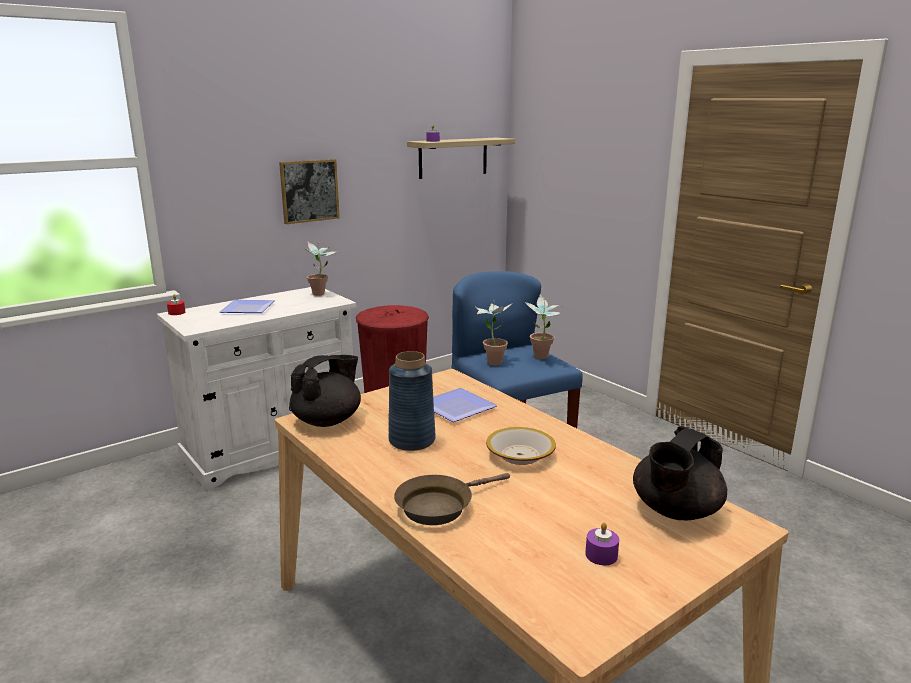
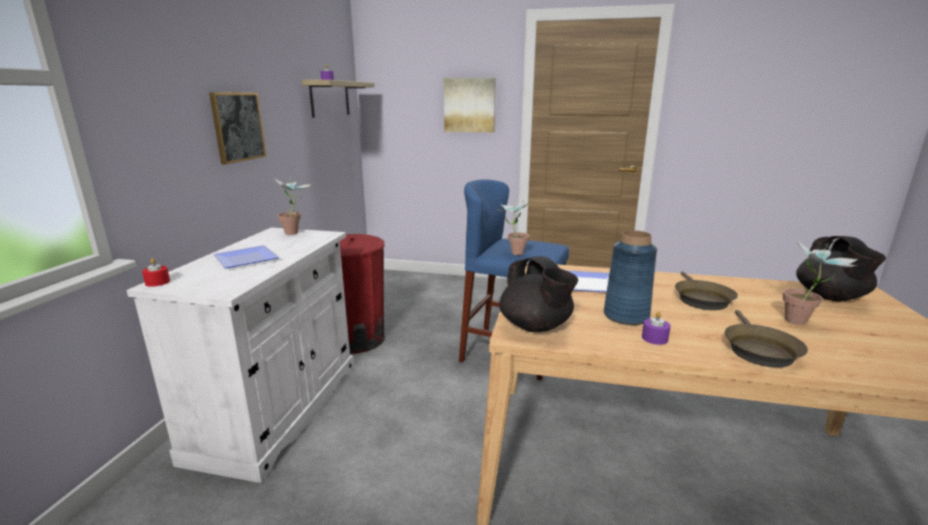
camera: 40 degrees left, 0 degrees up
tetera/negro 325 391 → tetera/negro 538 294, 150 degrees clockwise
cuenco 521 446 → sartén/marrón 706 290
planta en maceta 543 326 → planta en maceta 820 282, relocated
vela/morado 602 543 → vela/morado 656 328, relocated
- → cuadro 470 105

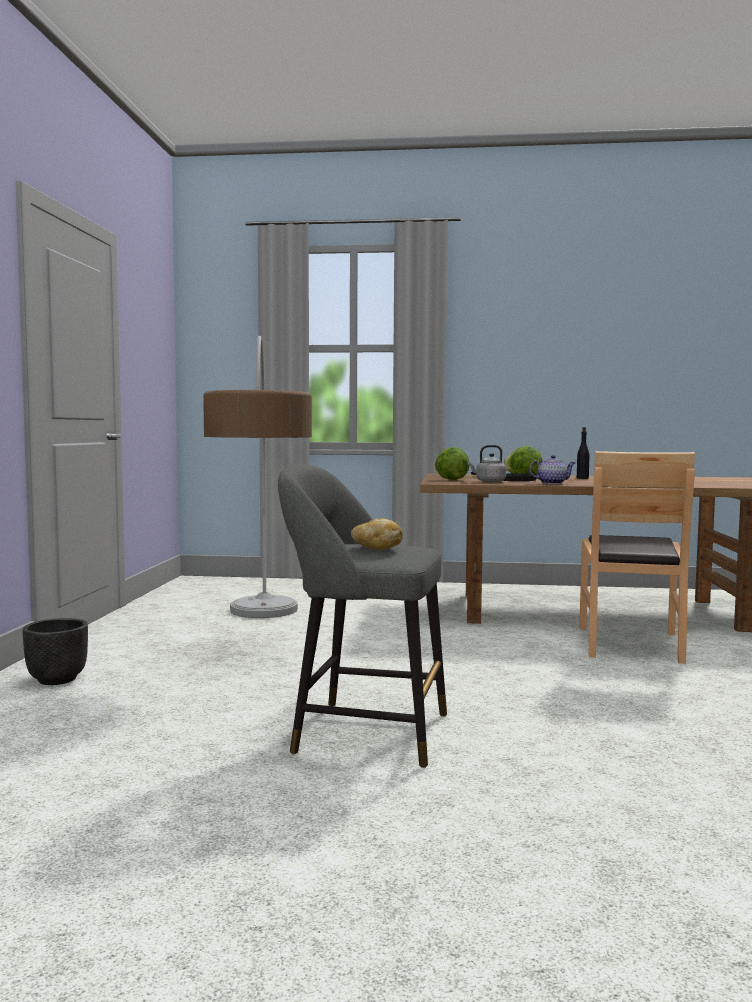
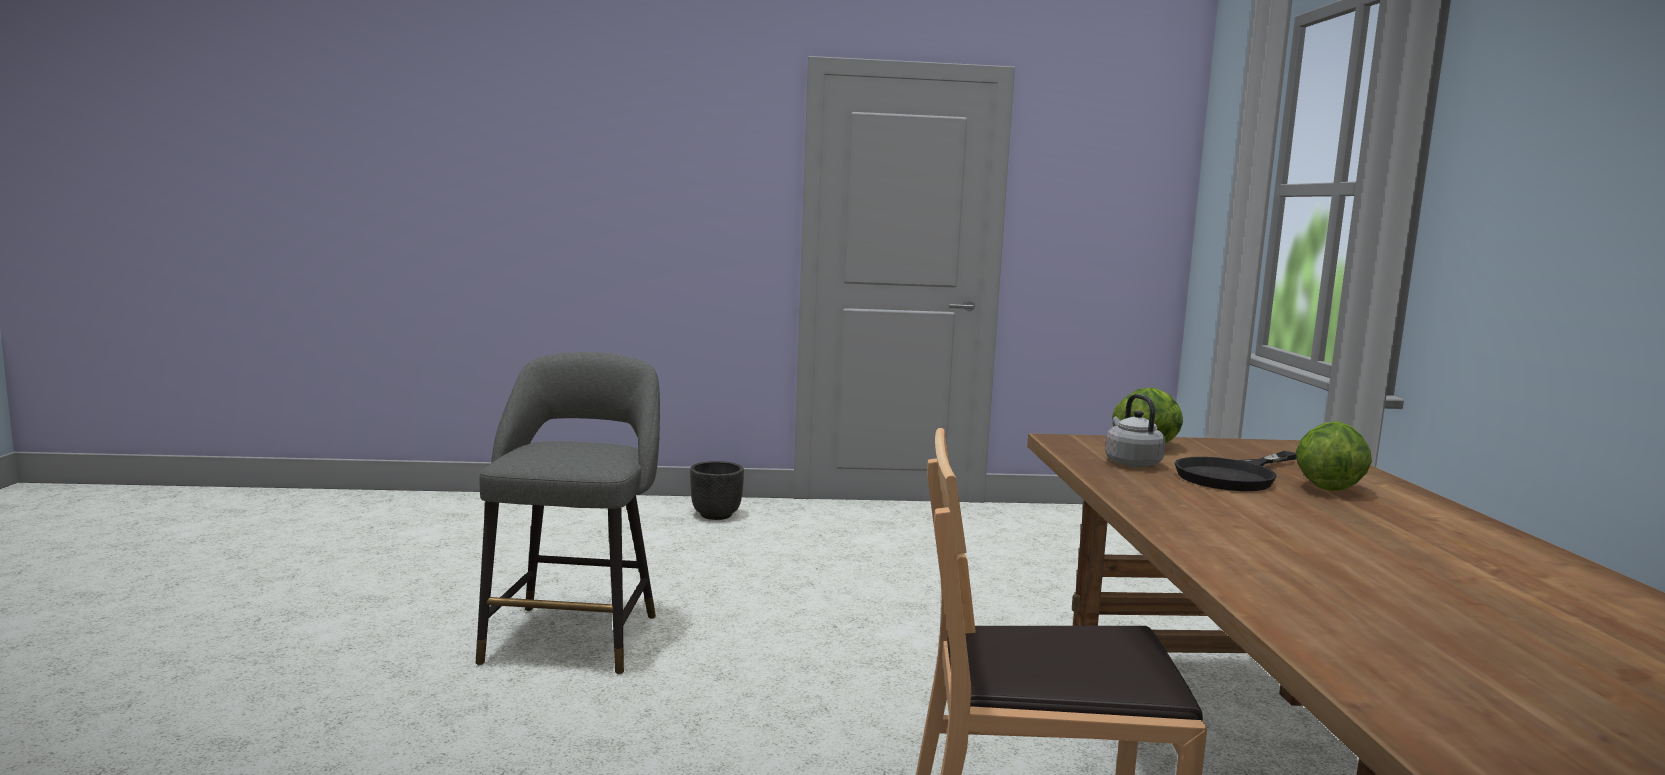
camera: 80 degrees right, 5 degrees up
lámpara de pie 257 476 → -
pan 377 534 → -
tetera 552 469 → -
botella/negro 583 453 → -

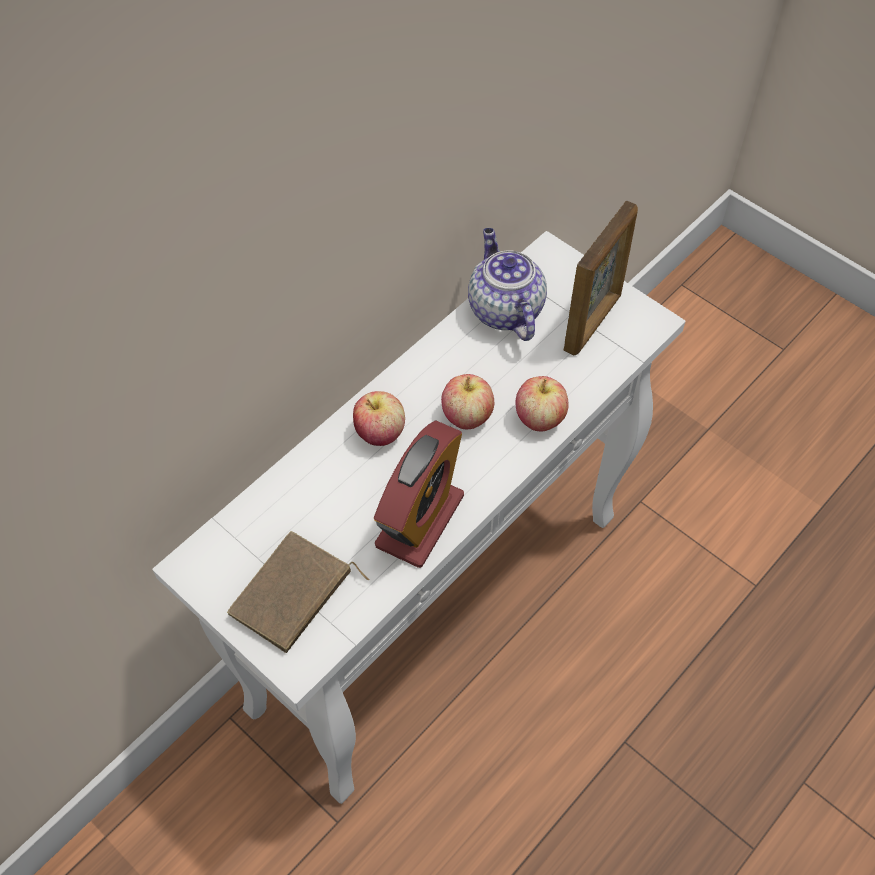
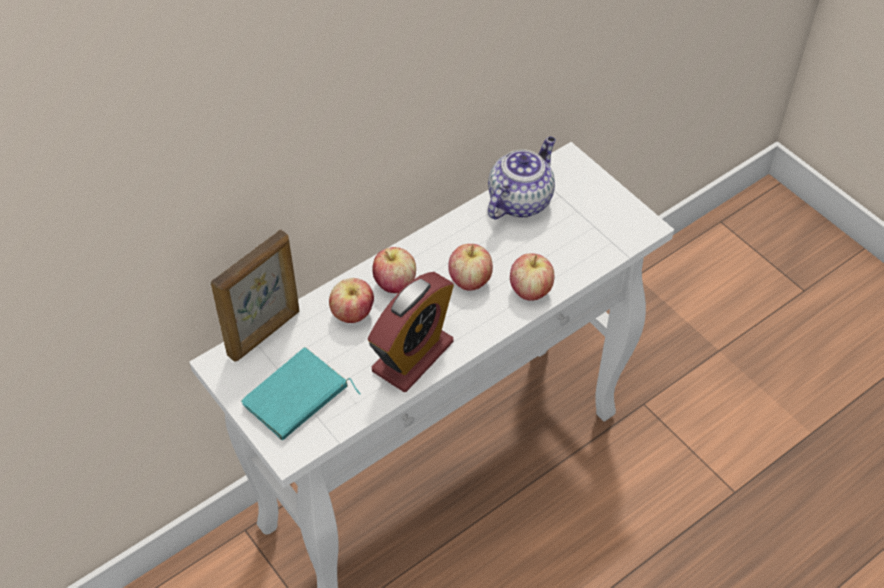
camera: 10 degrees right, 5 degrees down
libro/marrón 298 592 → libro/turquesa 301 394
tetera 507 284 → tetera 522 177, 45 degrees clockwise
portarretratos 601 278 → portarretratos 255 296, relocated
- → manzana 351 300

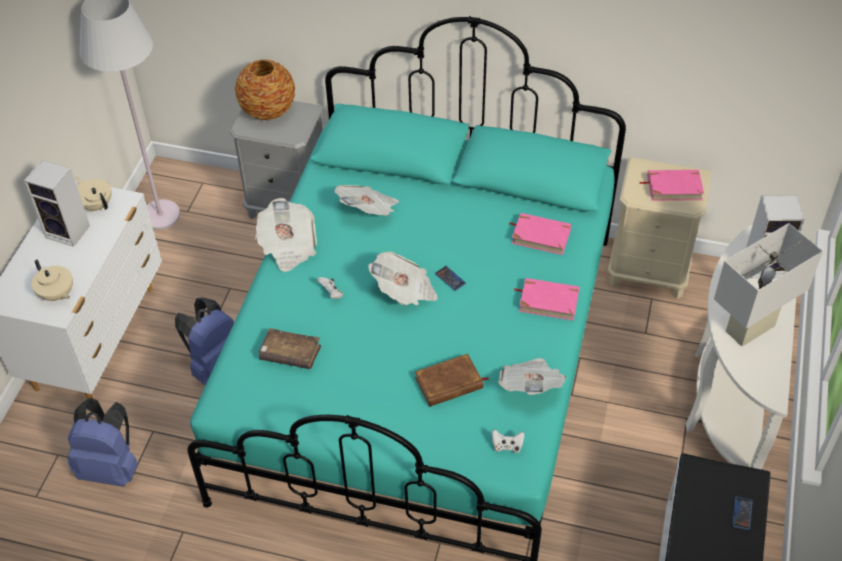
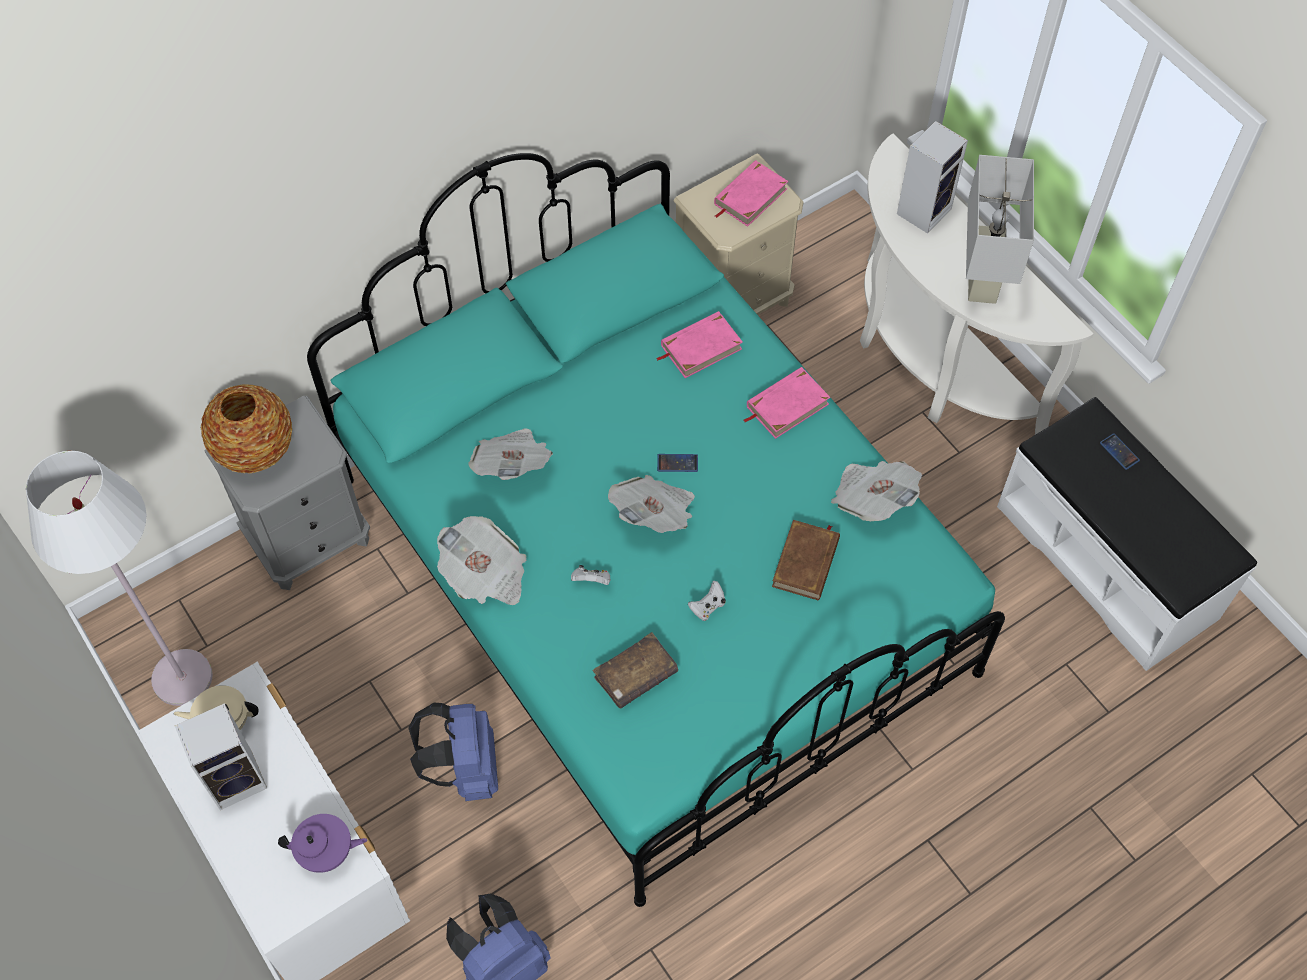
camera: 50 degrees left, 10 degrees up
tetera/beis 52 280 → tetera/morado 323 843
mando de consola/blanco 508 441 → mando de consola/blanco 707 601, relocated

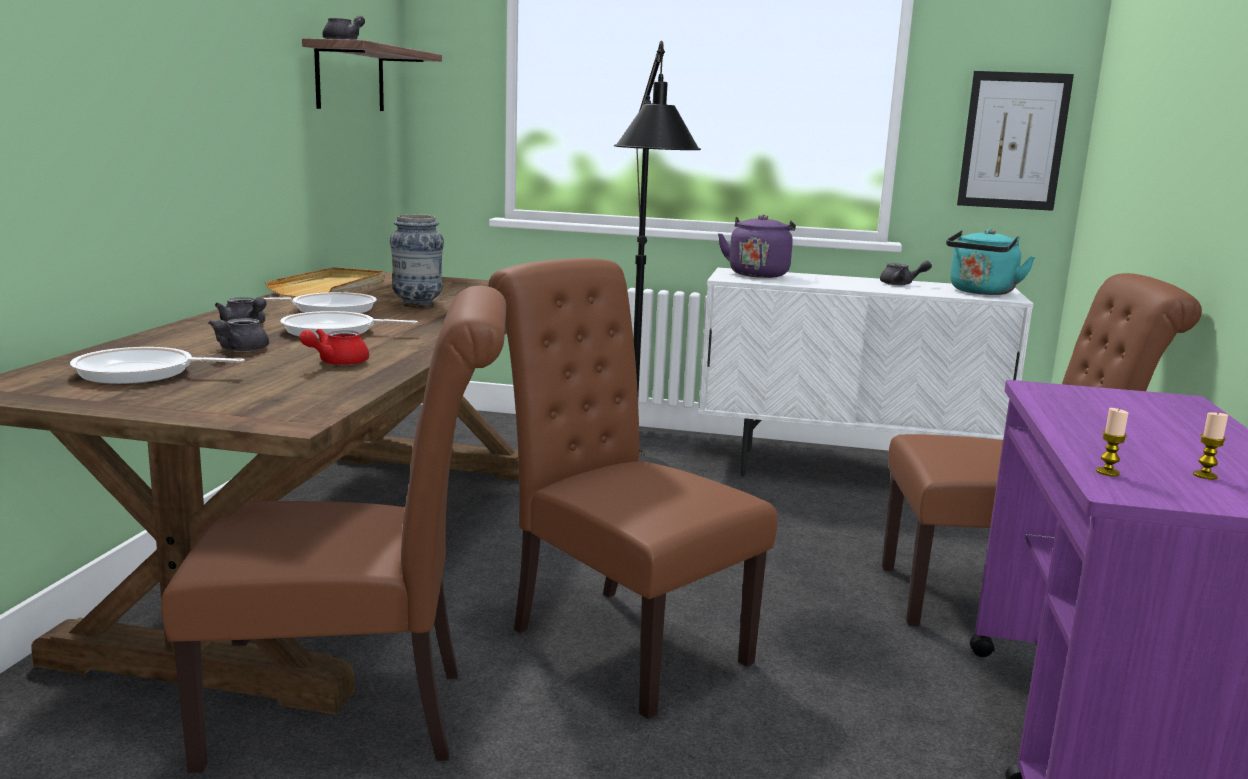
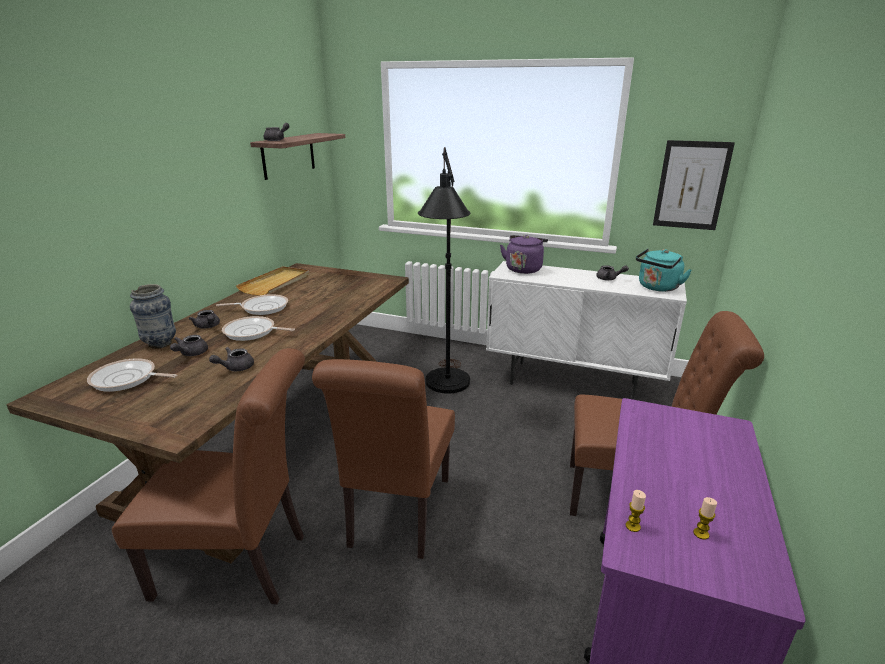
camera: 10 degrees right, 10 degrees up
tetera/rojo 334 347 → tetera/gris 231 359
florero 417 261 → florero 153 316, relocated
silla/marrón 633 488 → silla/marrón 383 459, 135 degrees counterclockwise

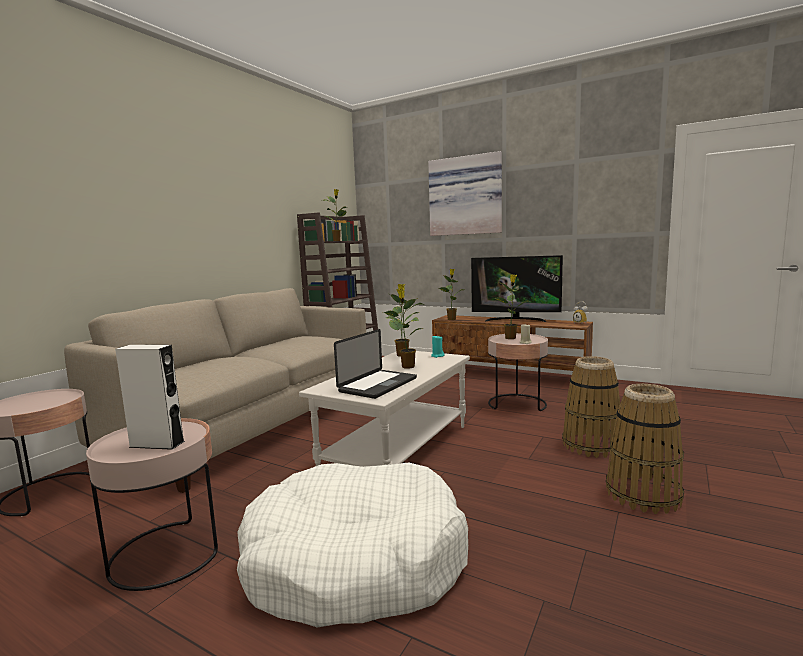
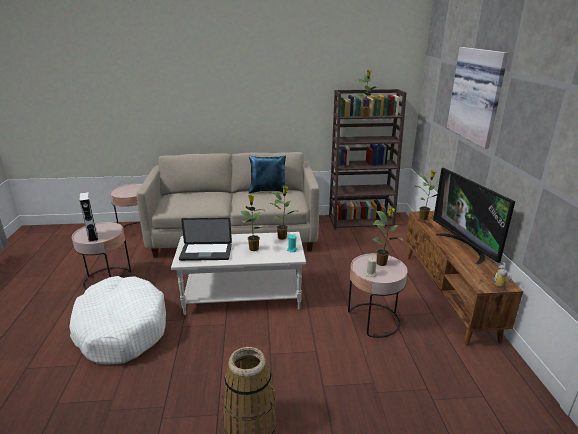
camera: 55 degrees right, 15 degrees up
cesta 591 407 → -
- → cojín/azul 268 174

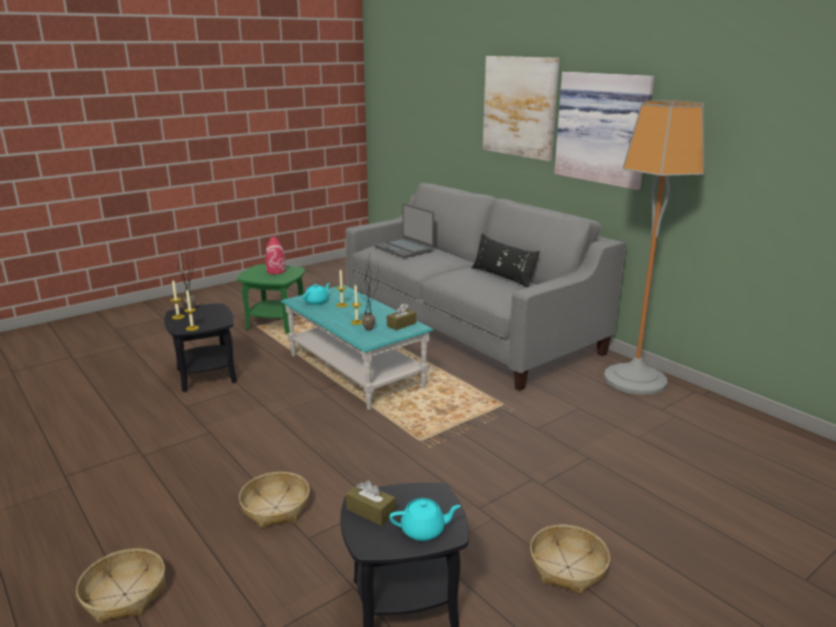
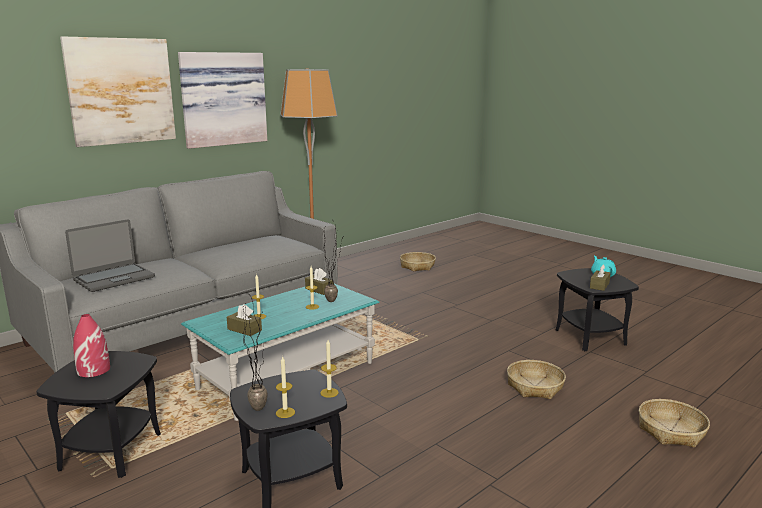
camera: 95 degrees left, 5 degrees down
mesa auxiliar/verde 271 299 → mesa auxiliar/negro 98 414
tetera/turquesa 316 294 → caja de pañuelos/marrón 244 320
cojín/negro 506 260 → -
cesta 570 559 → cesta 418 262, relocated

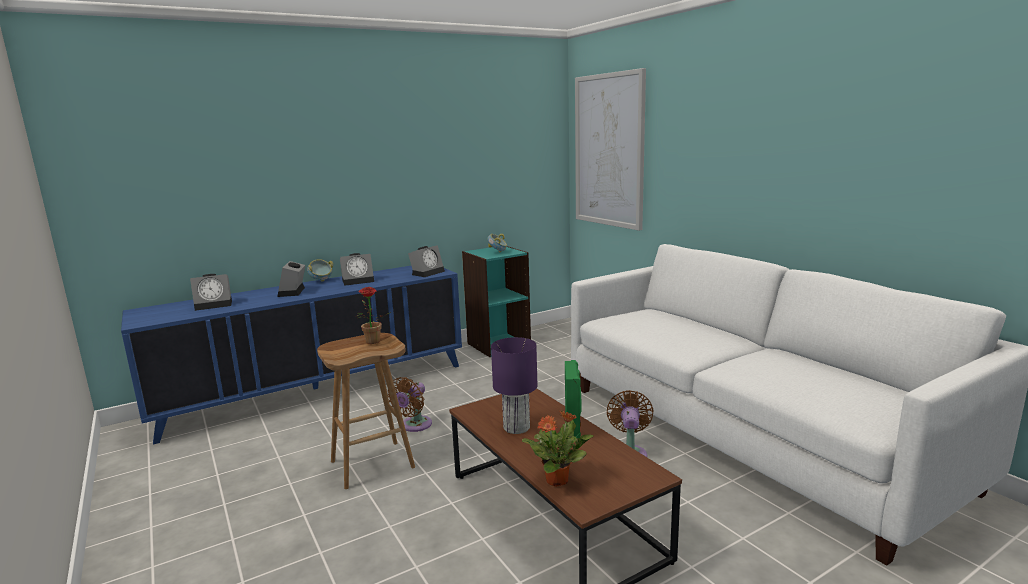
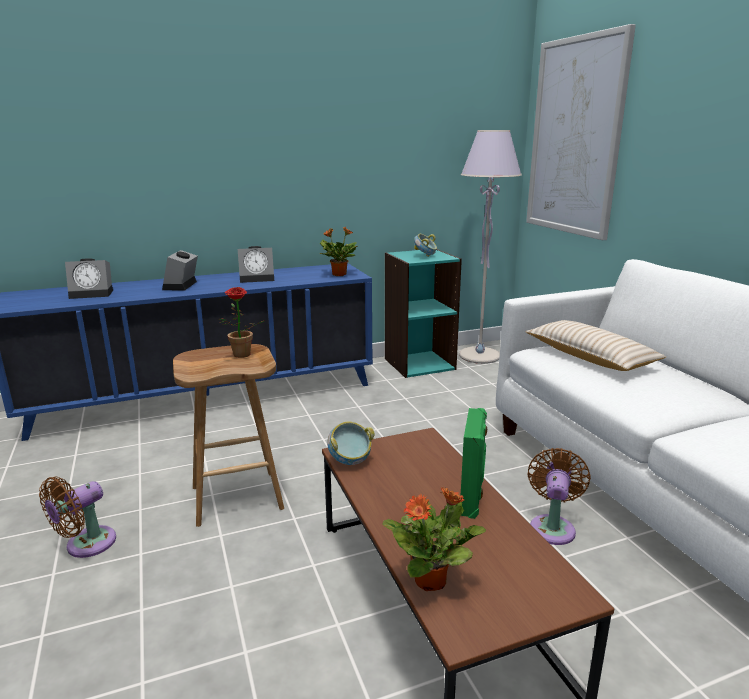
camera: 10 degrees right, 5 degrees up
cuenco 320 270 → cuenco 351 443, relocated
ventilador/marrón 410 404 → ventilador/marrón 77 517, relocated
despertador 426 261 → planta en maceta 338 251
lámpara de mesa/morado 514 385 → -
- → lámpara de pie/gris 490 247
- → cojín/beis 596 345

